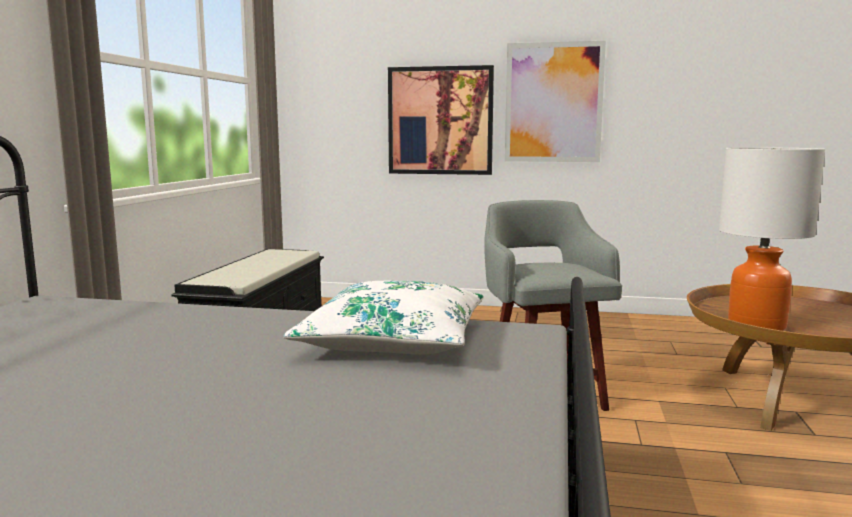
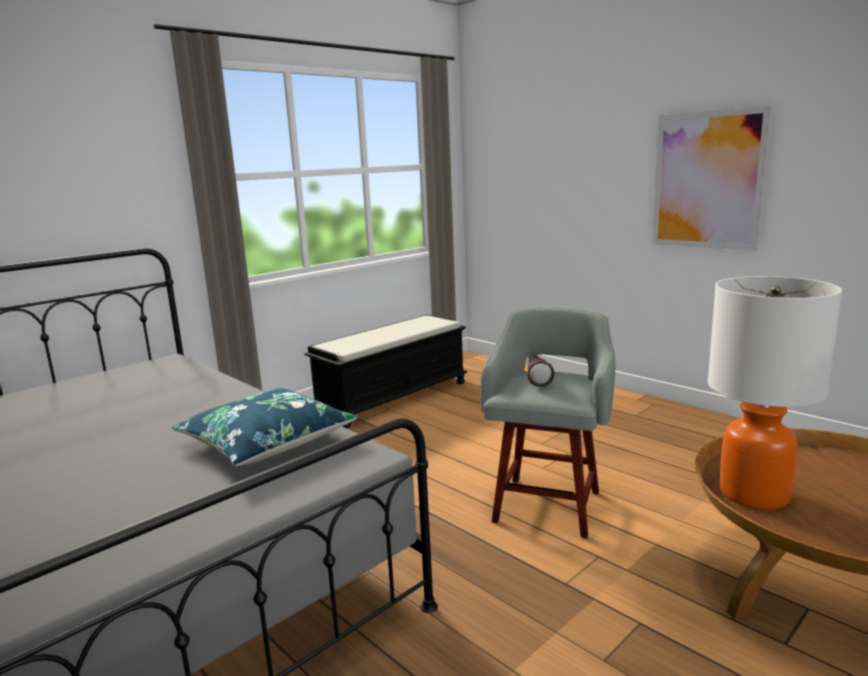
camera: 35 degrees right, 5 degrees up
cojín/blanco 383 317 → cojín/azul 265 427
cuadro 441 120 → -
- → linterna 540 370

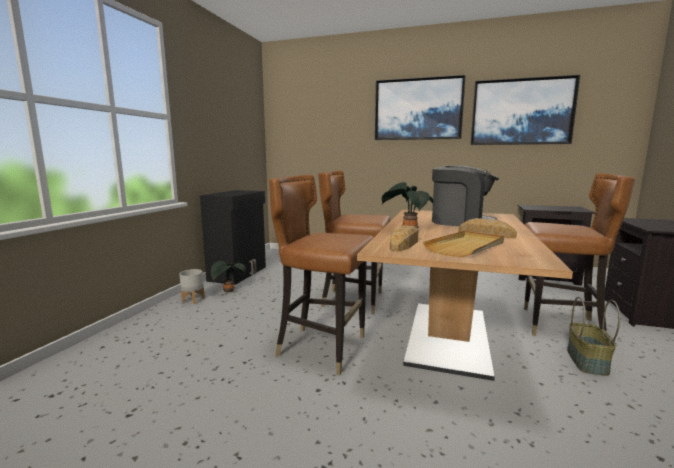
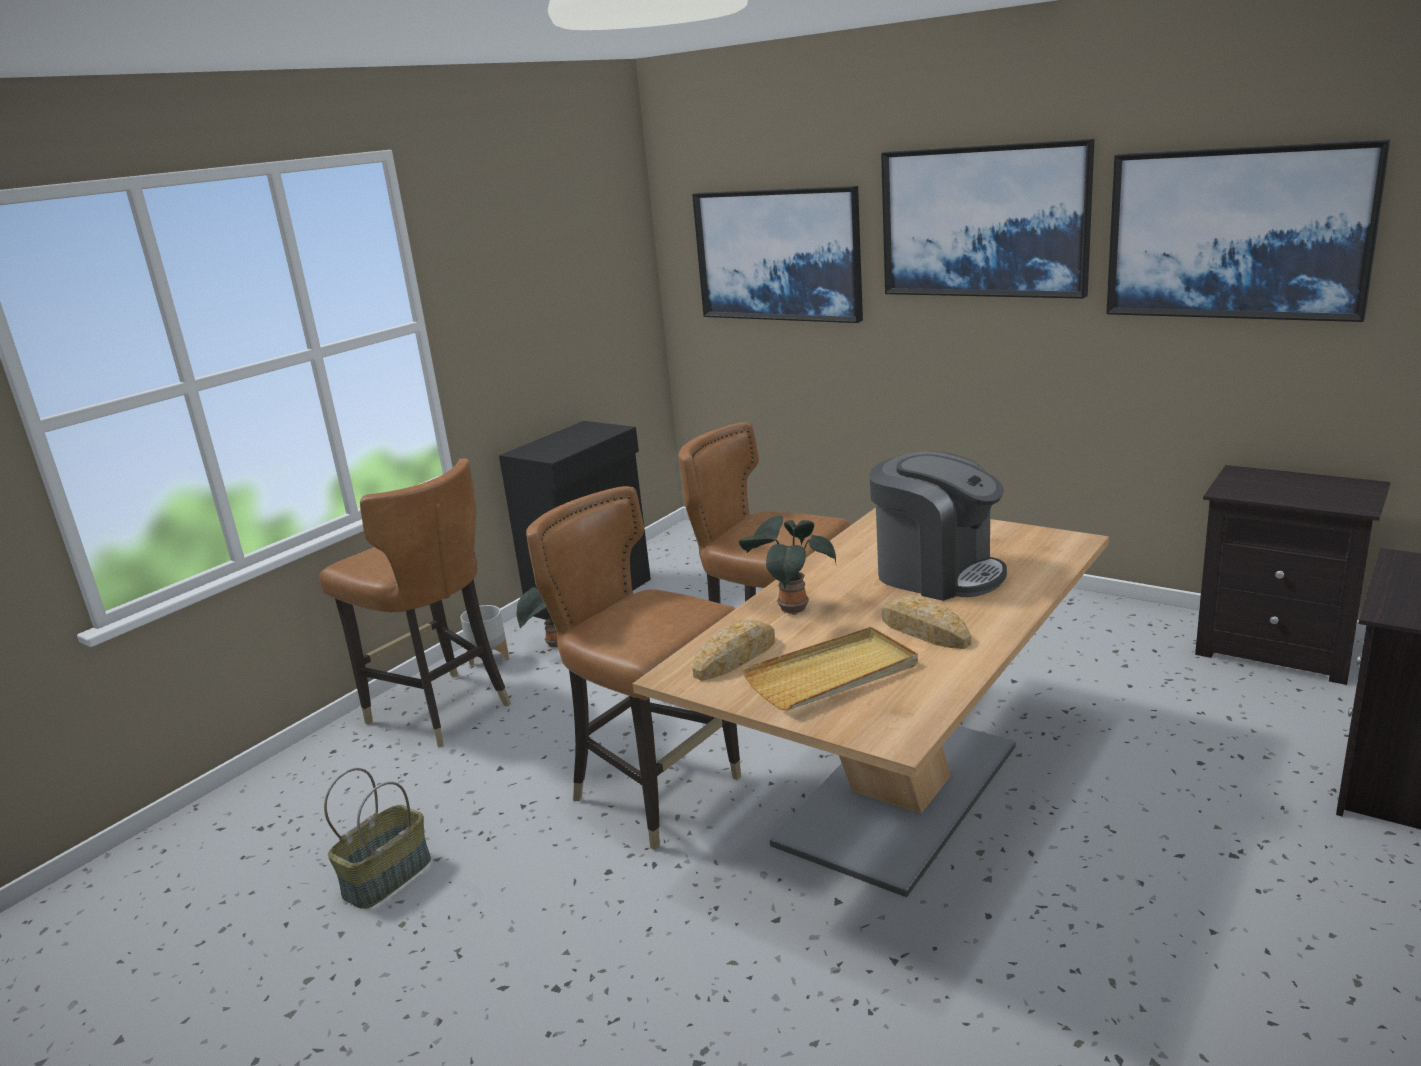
camera: 20 degrees right, 10 degrees up
silla/marrón 580 254 → silla/marrón 415 603, relocated
cesta 593 336 → cesta 377 838, relocated
- → cuadro 777 254

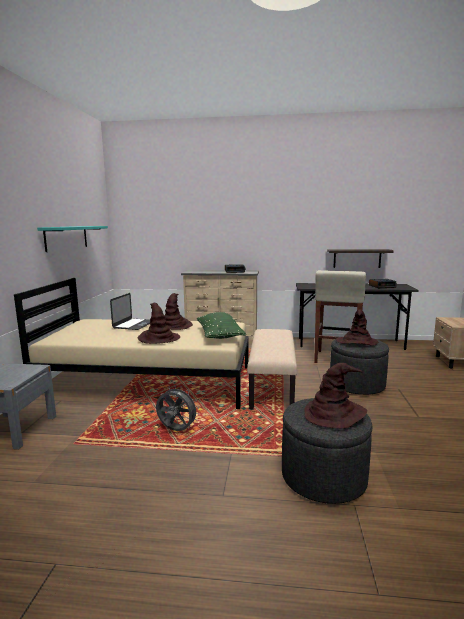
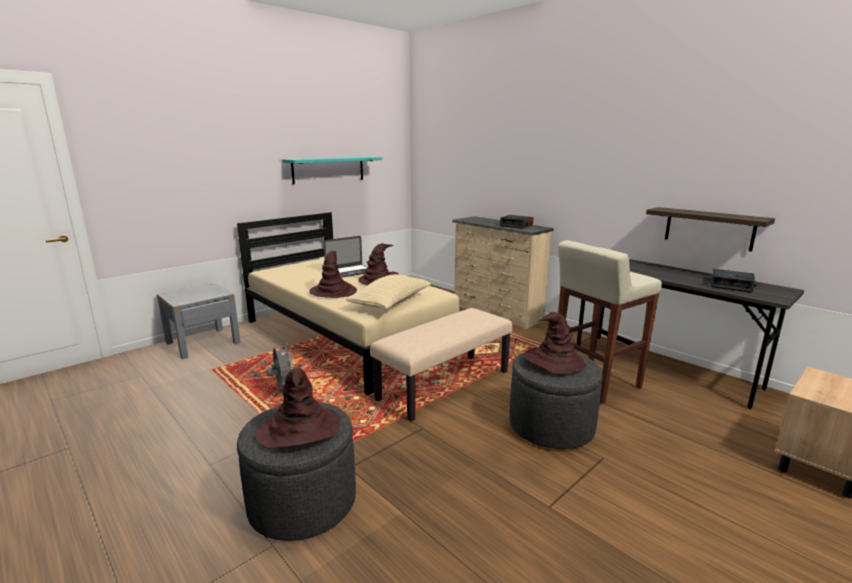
camera: 40 degrees right, 5 degrees up
cojín/verde 221 325 → cojín/beis 388 291

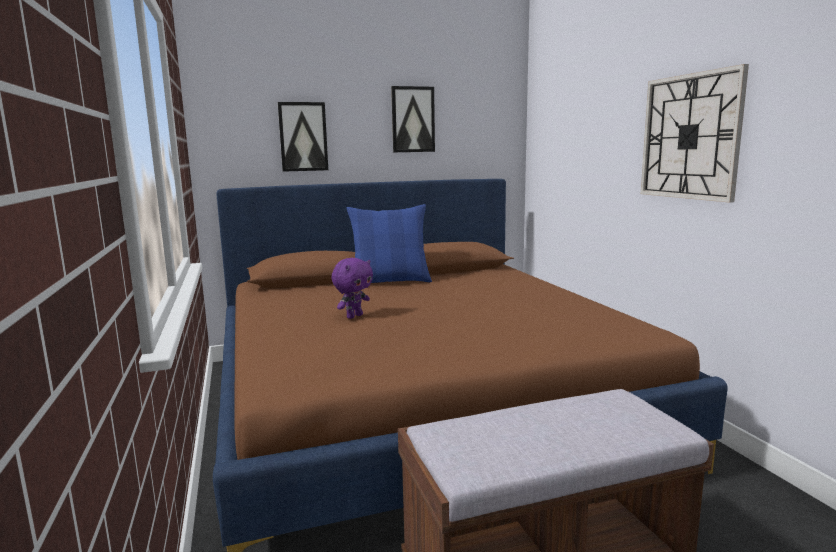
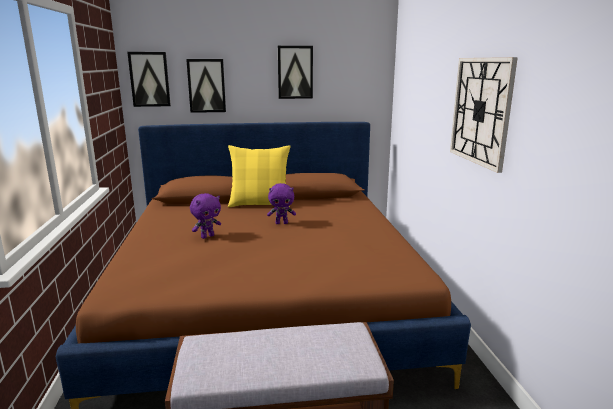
camera: 10 degrees right, 5 degrees up
cojín/azul 389 243 → cojín/amarillo 259 176
- → cuadro 149 79
- → peluche/morado 281 203

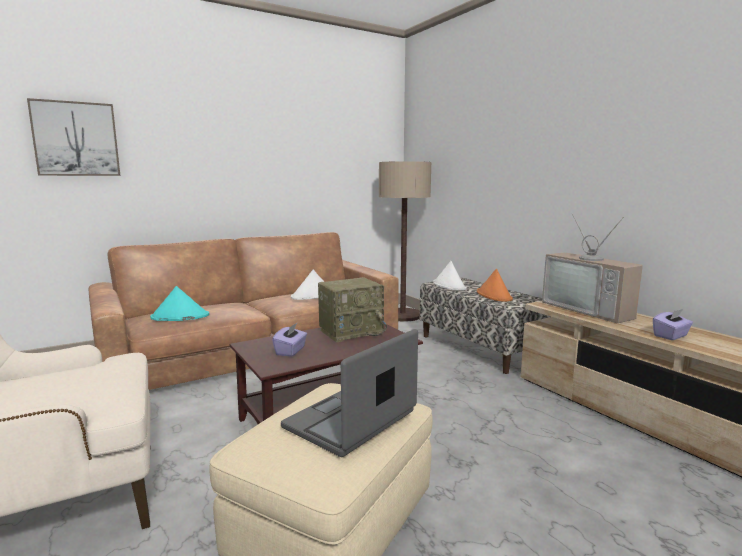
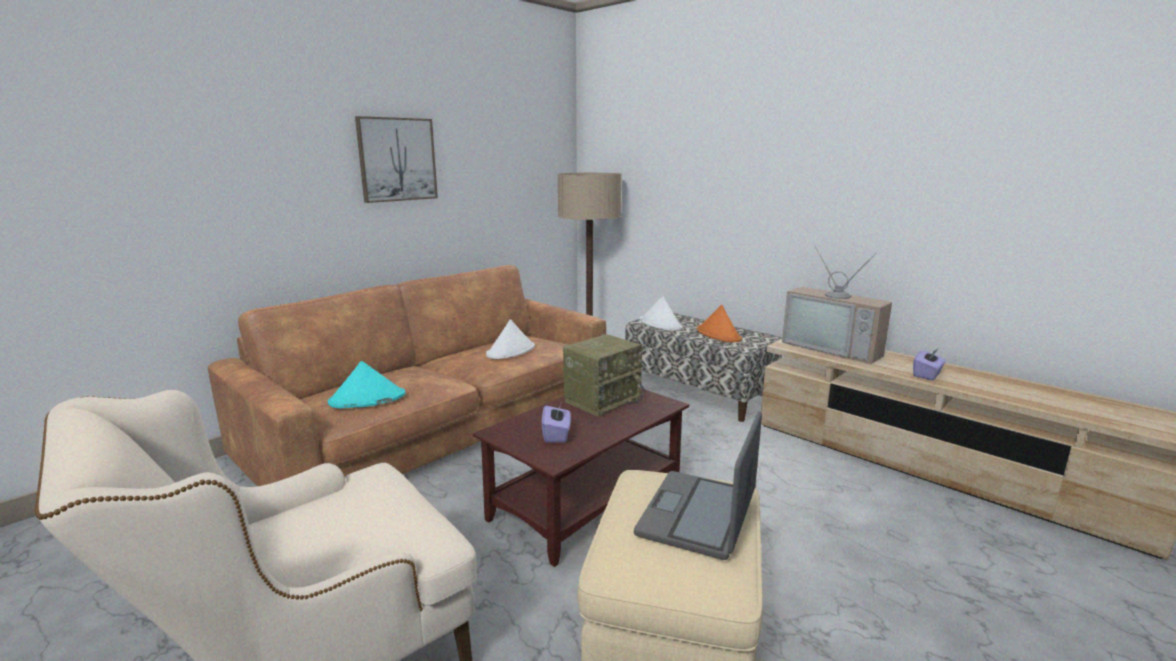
camera: 15 degrees left, 5 degrees up
cuadro 73 137 → cuadro 396 159, relocated

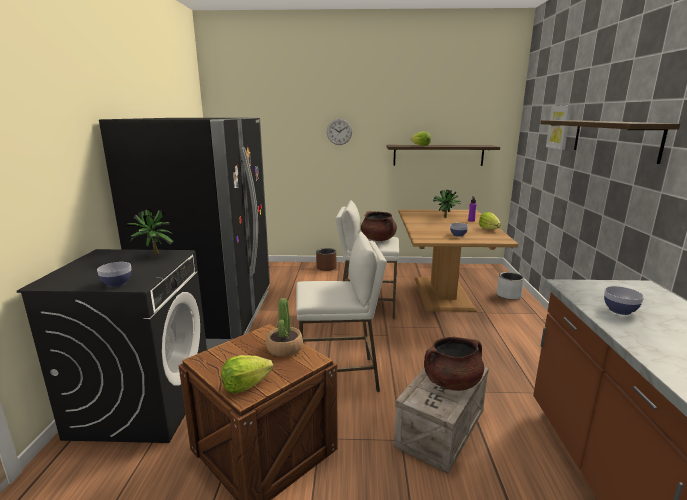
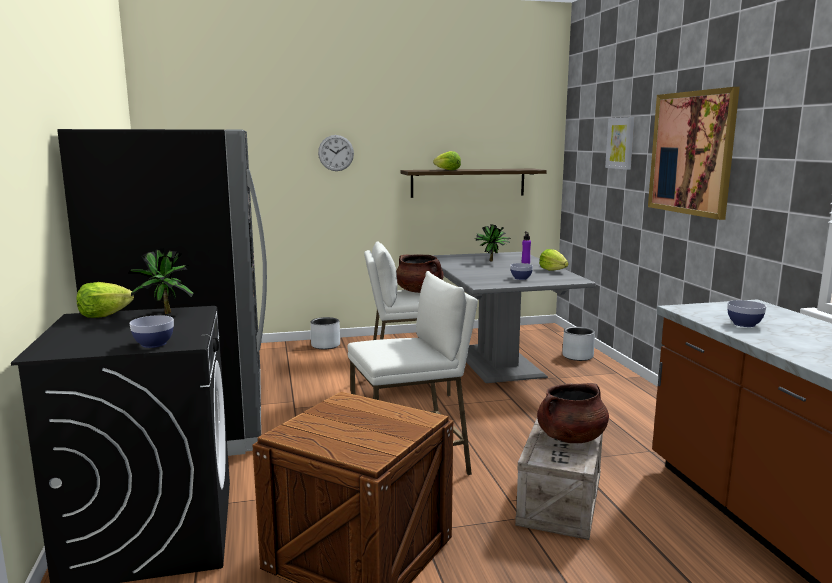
camera: 15 degrees left, 5 degrees down
lechuga 247 374 → lechuga 105 300, relocated
planta en maceta 284 327 → -
maceta/marrón 326 259 → maceta/gris 325 333
mesa de comedor/marrón 458 260 → mesa de comedor/gris 513 317
estante 610 142 → cuadro 694 153

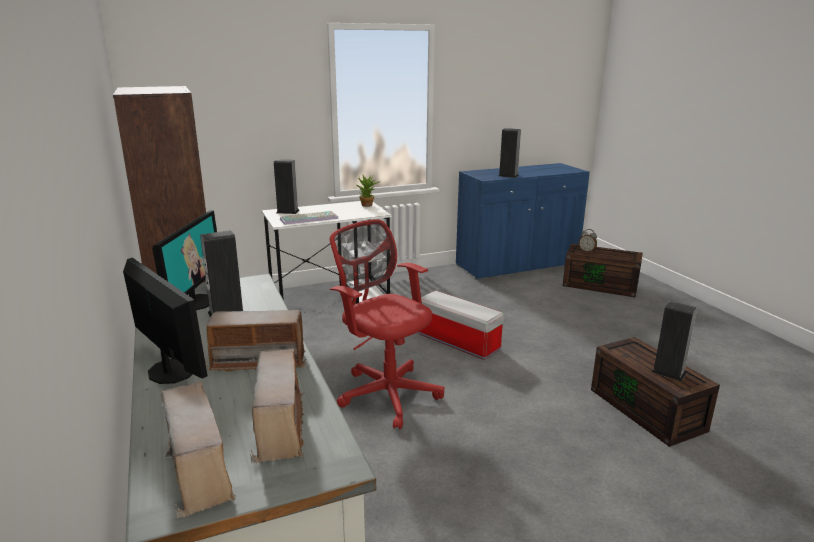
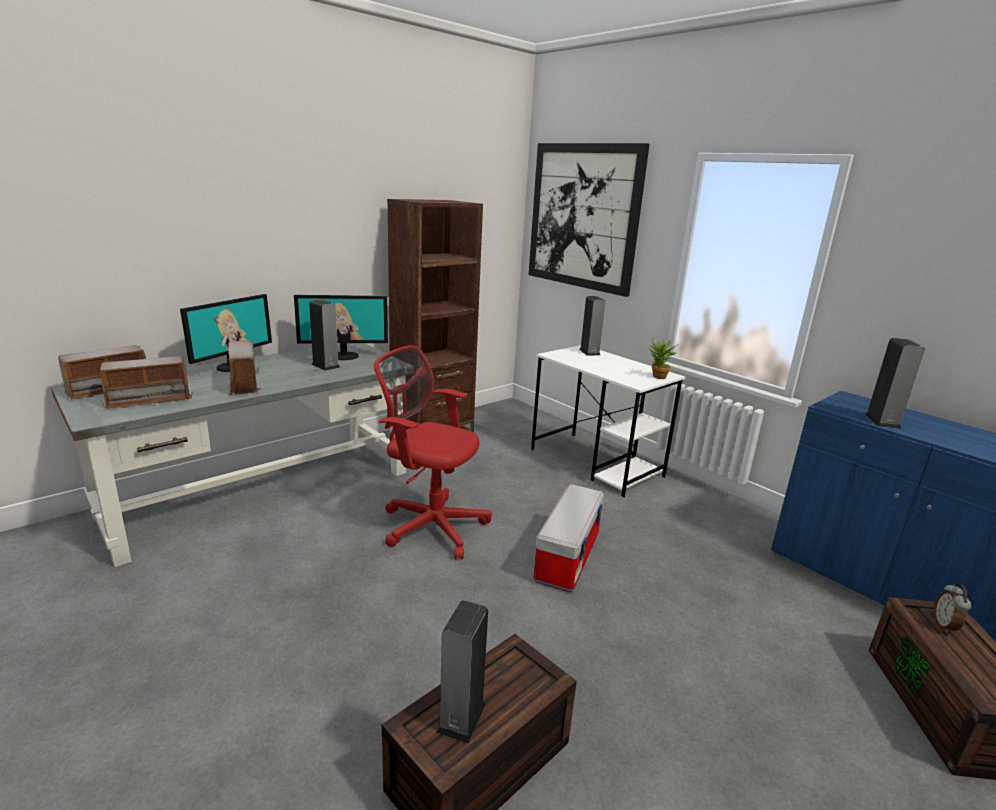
camera: 70 degrees right, 0 degrees up
teclado 309 218 → -
silla de oficina/rojo 387 324 → silla de oficina/rojo 433 452, 90 degrees counterclockwise
- → cuadro 589 220

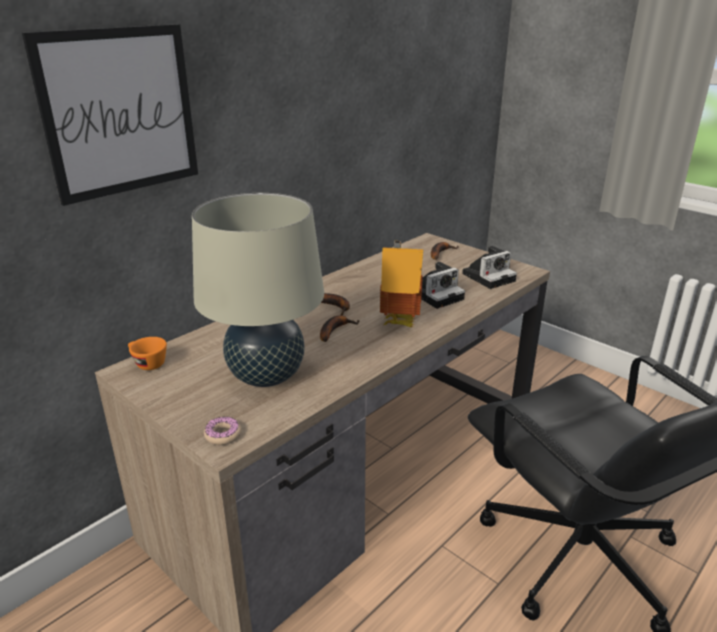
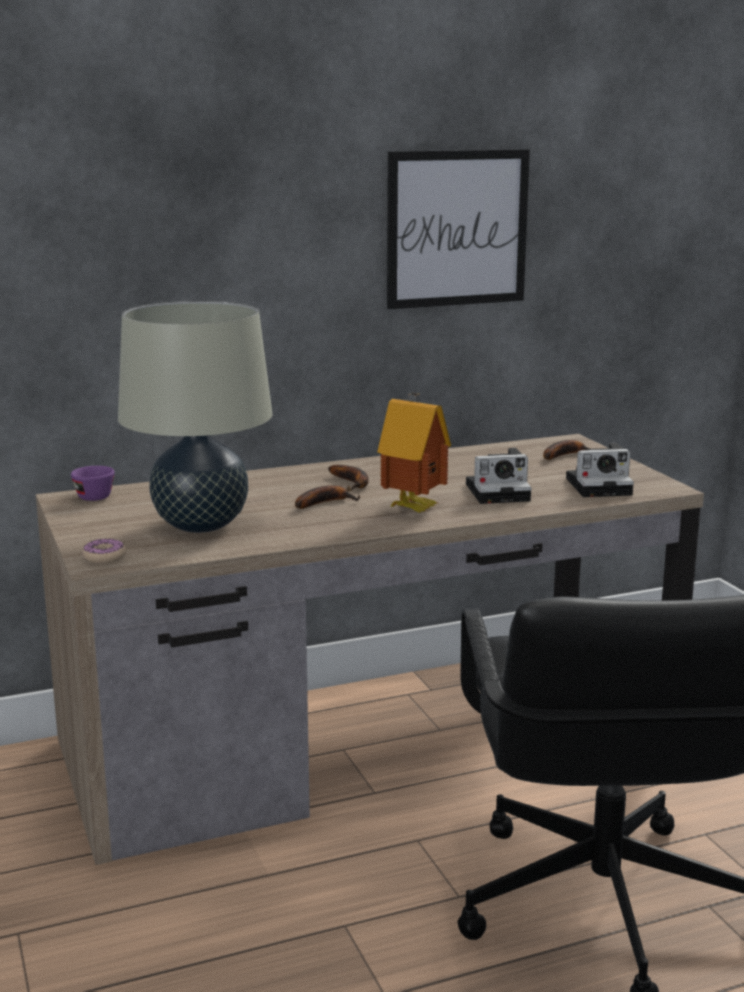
camera: 25 degrees right, 10 degrees down
cuadro 110 115 → cuadro 458 229, relocated
taza/naranja 147 353 → taza/morado 93 483

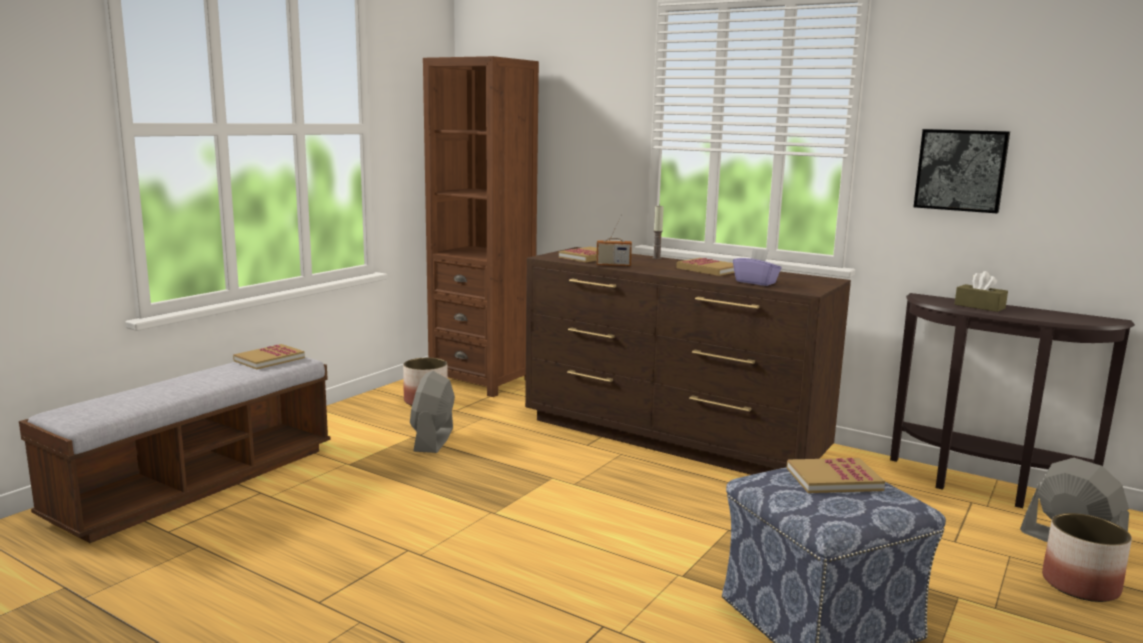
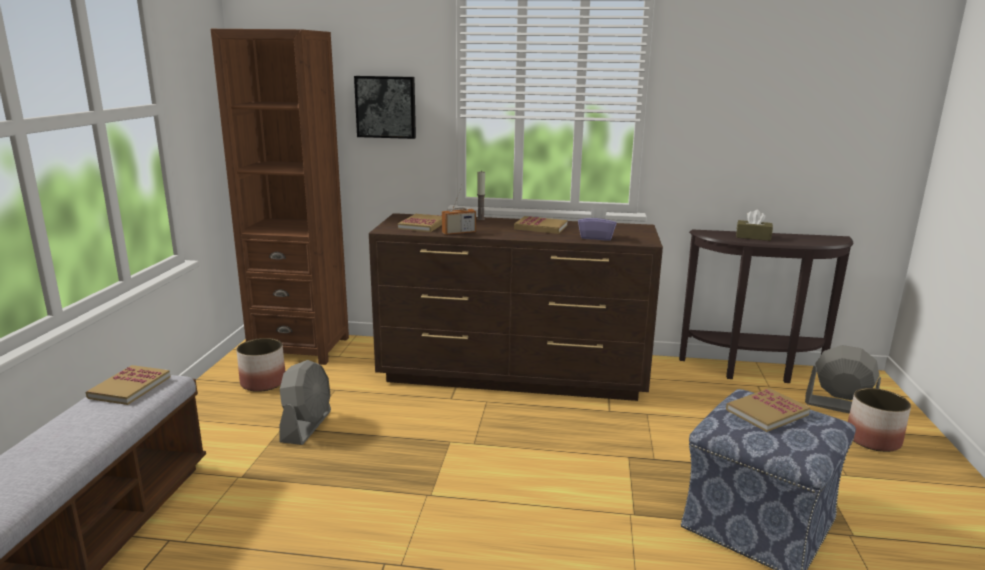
camera: 25 degrees left, 5 degrees up
ventilador/gris 432 412 → ventilador/gris 305 402, 150 degrees counterclockwise
cuadro 962 171 → cuadro 385 107, relocated

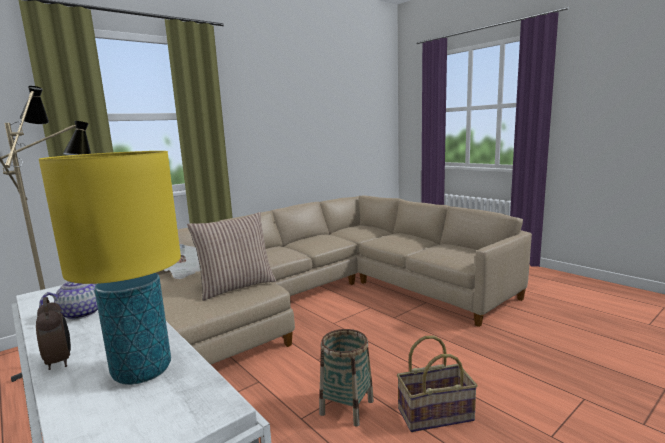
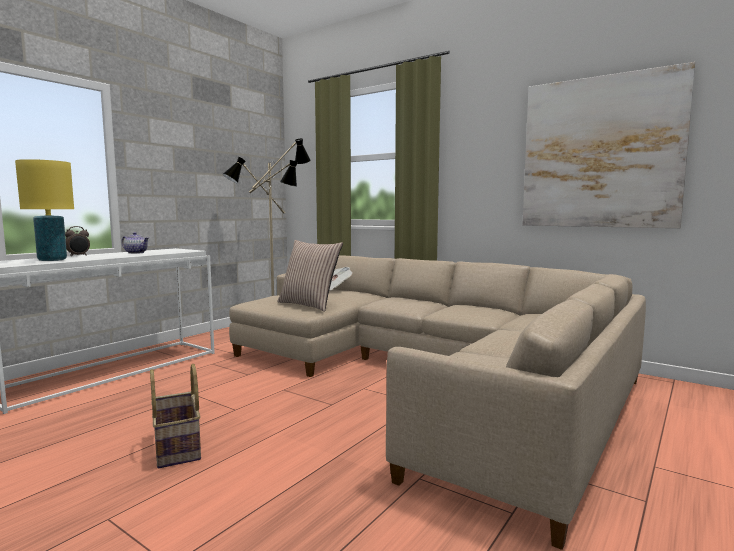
camera: 75 degrees right, 5 degrees down
cesta 346 377 → -
- → cuadro 608 145

